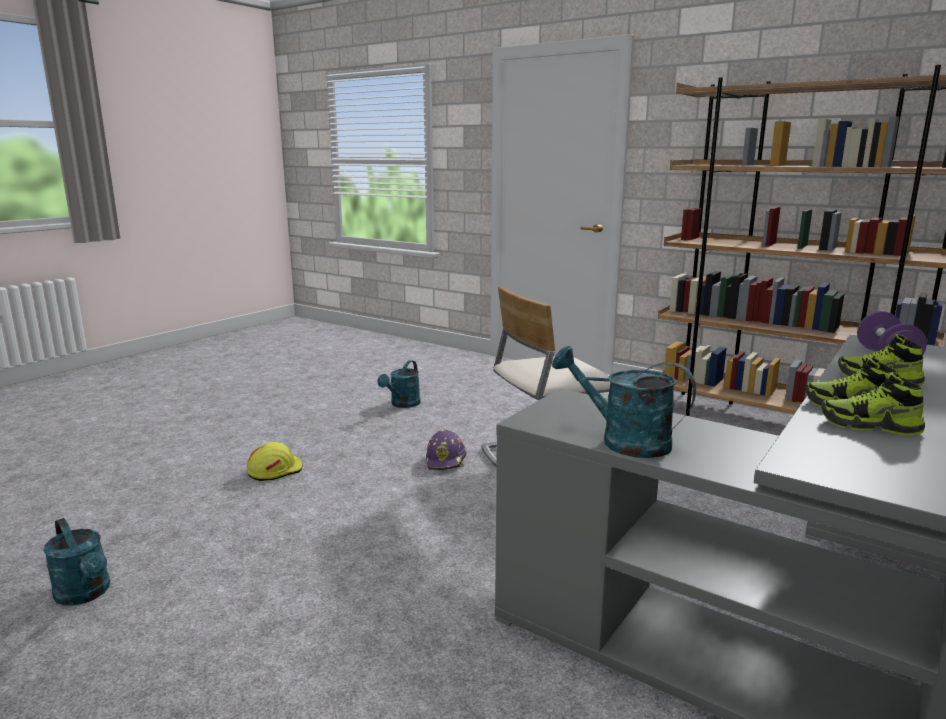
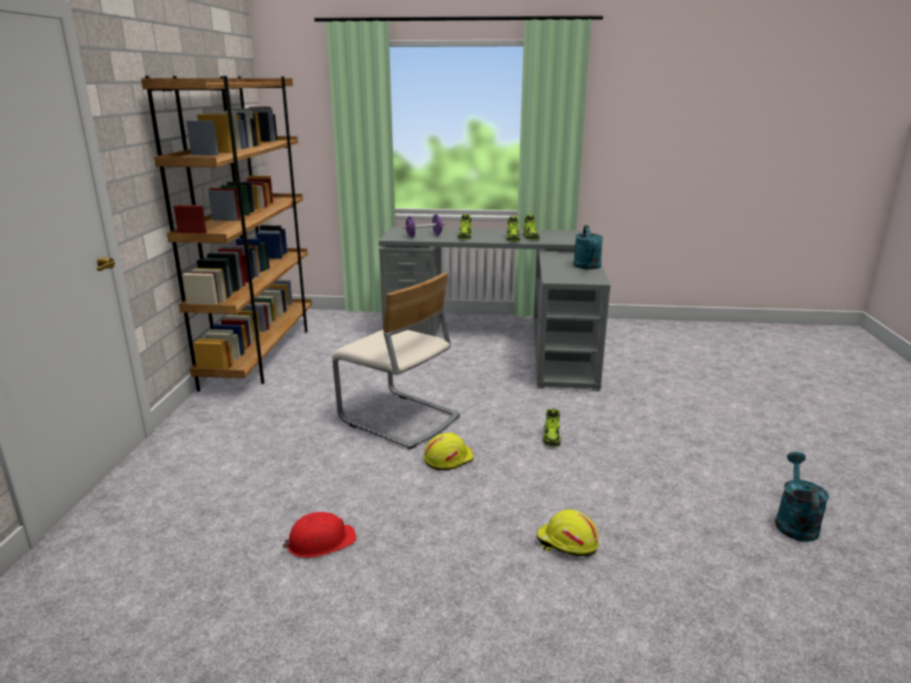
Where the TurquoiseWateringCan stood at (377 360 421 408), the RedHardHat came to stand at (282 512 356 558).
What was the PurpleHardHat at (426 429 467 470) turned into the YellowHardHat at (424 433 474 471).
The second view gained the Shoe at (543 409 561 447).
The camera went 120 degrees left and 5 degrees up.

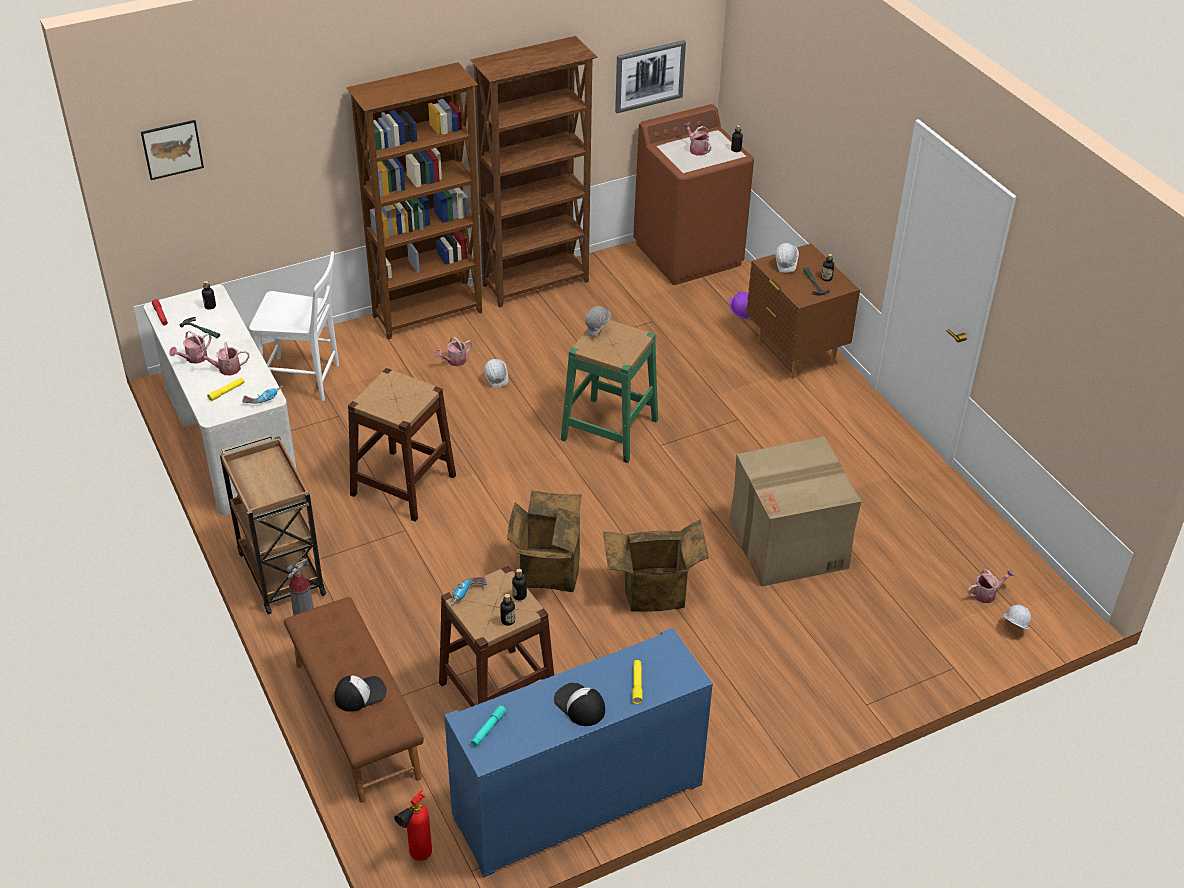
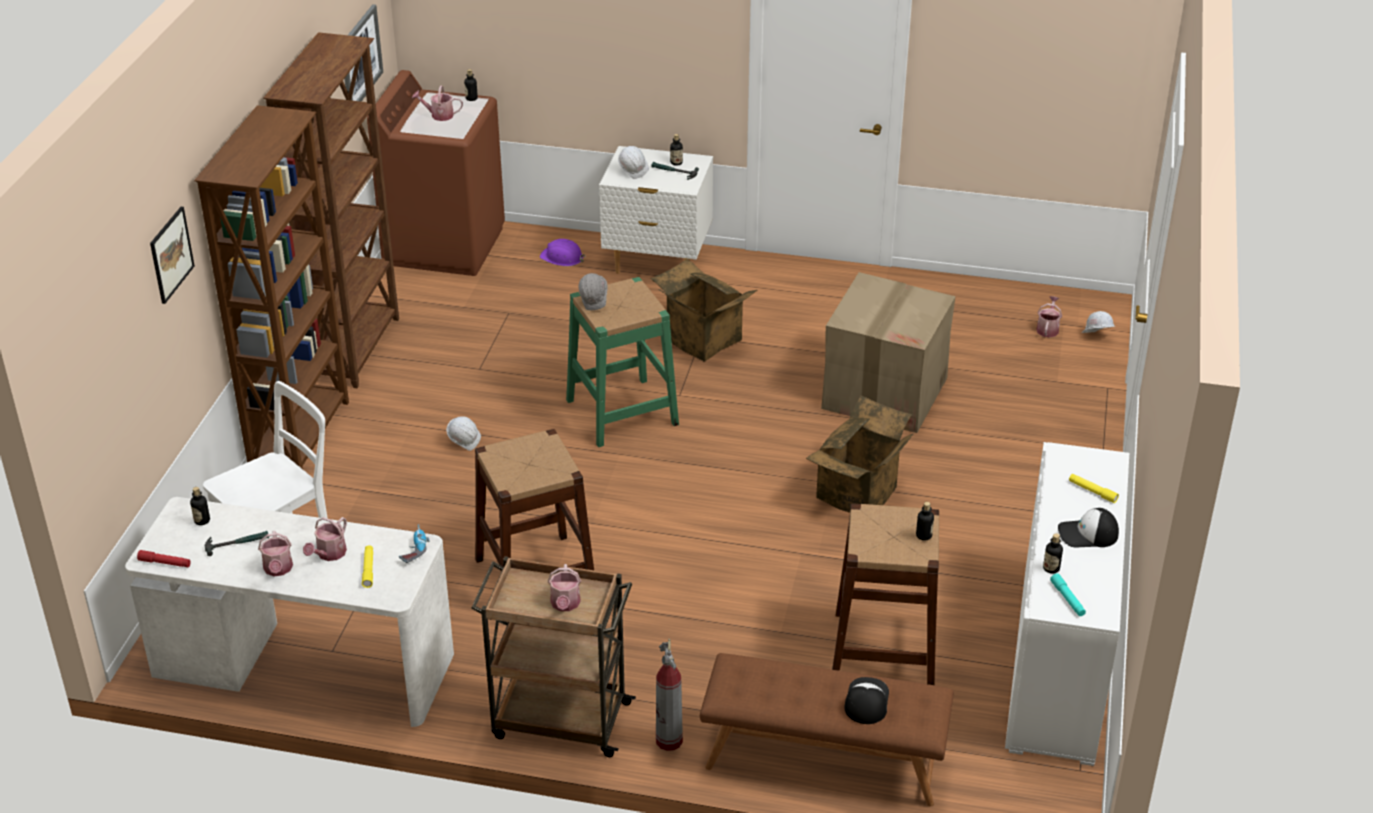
The Picture ended up elsewhere, having gone from (141 120 204 180) to (150 207 195 304).
The WateringCan ended up elsewhere, having gone from (434 337 472 366) to (548 564 581 611).
What was the BrownNightstand at (746 243 860 378) turned into the WhiteNightstand at (599 146 713 274).
The CardboardBox ended up elsewhere, having gone from (507 490 582 592) to (650 259 757 361).
What was the BlueCabinet at (444 628 713 877) turned into the WhiteCabinet at (1005 442 1129 766).
The Bottle ended up elsewhere, having gone from (512 569 527 601) to (1043 533 1063 574).
The second view lost the FireExtinguisher at (394 790 432 861).
The second view lost the PowerDrill at (451 576 487 606).
The camera went 50 degrees left and 5 degrees down.

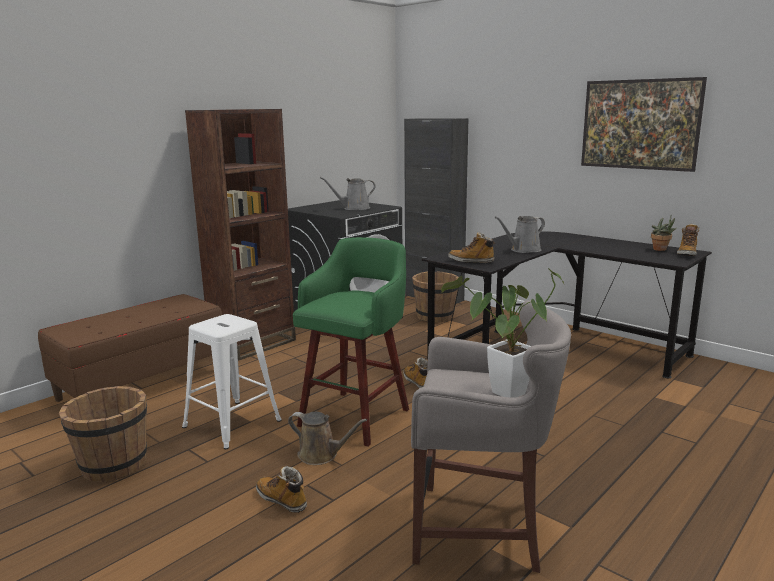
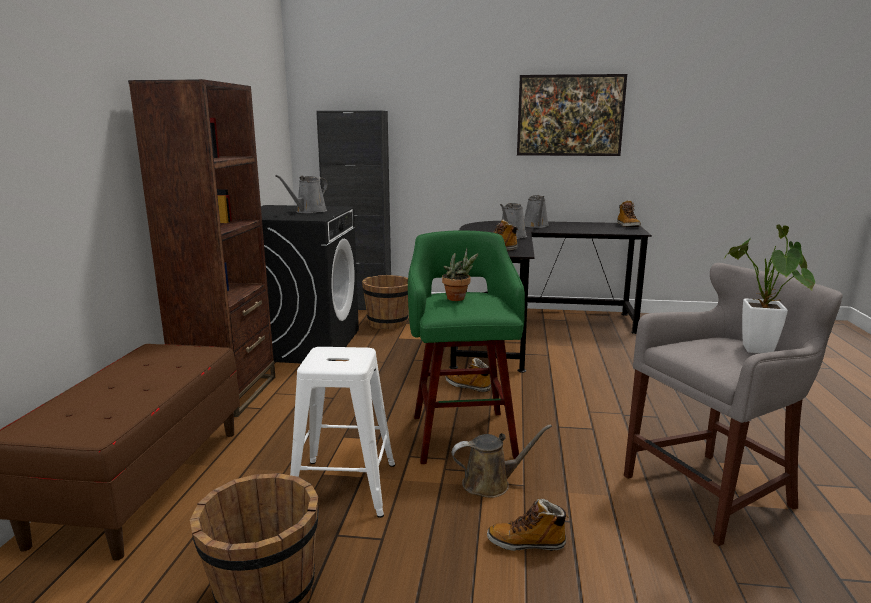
The PottedPlant ended up elsewhere, having gone from (651 216 676 251) to (442 248 479 301).
The second view gained the GreyWateringCan at (524 195 549 228).
The camera went 35 degrees left and 0 degrees up.

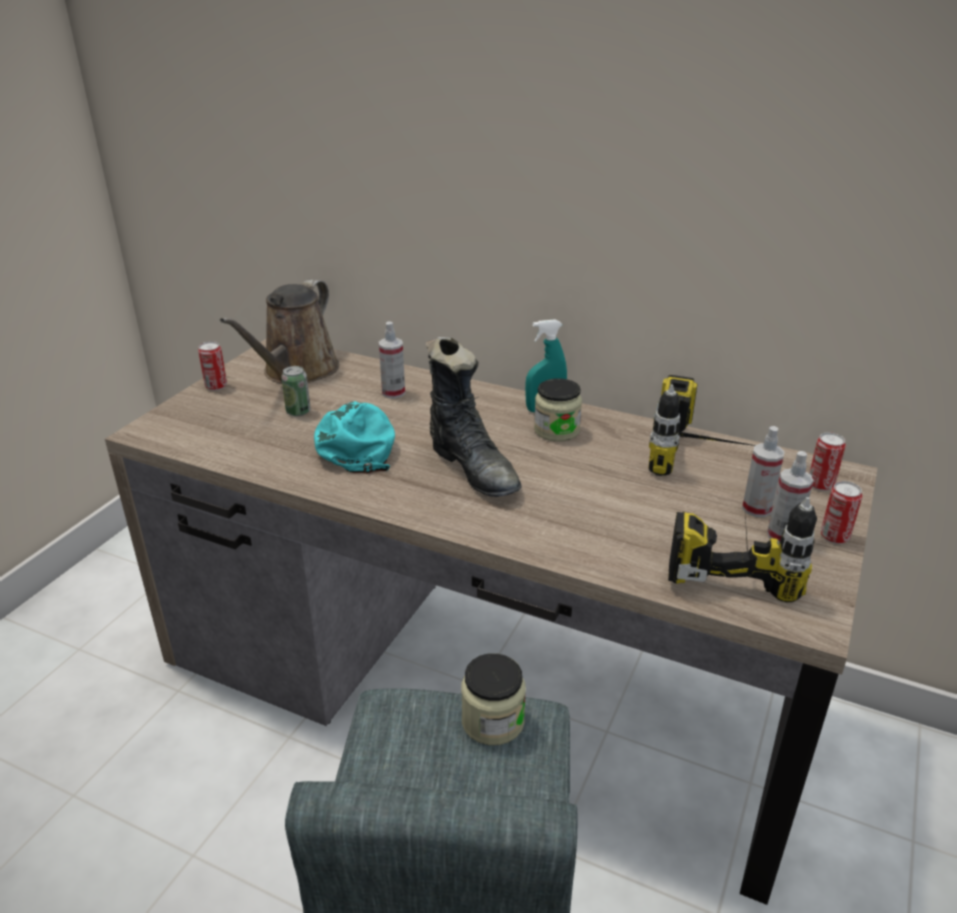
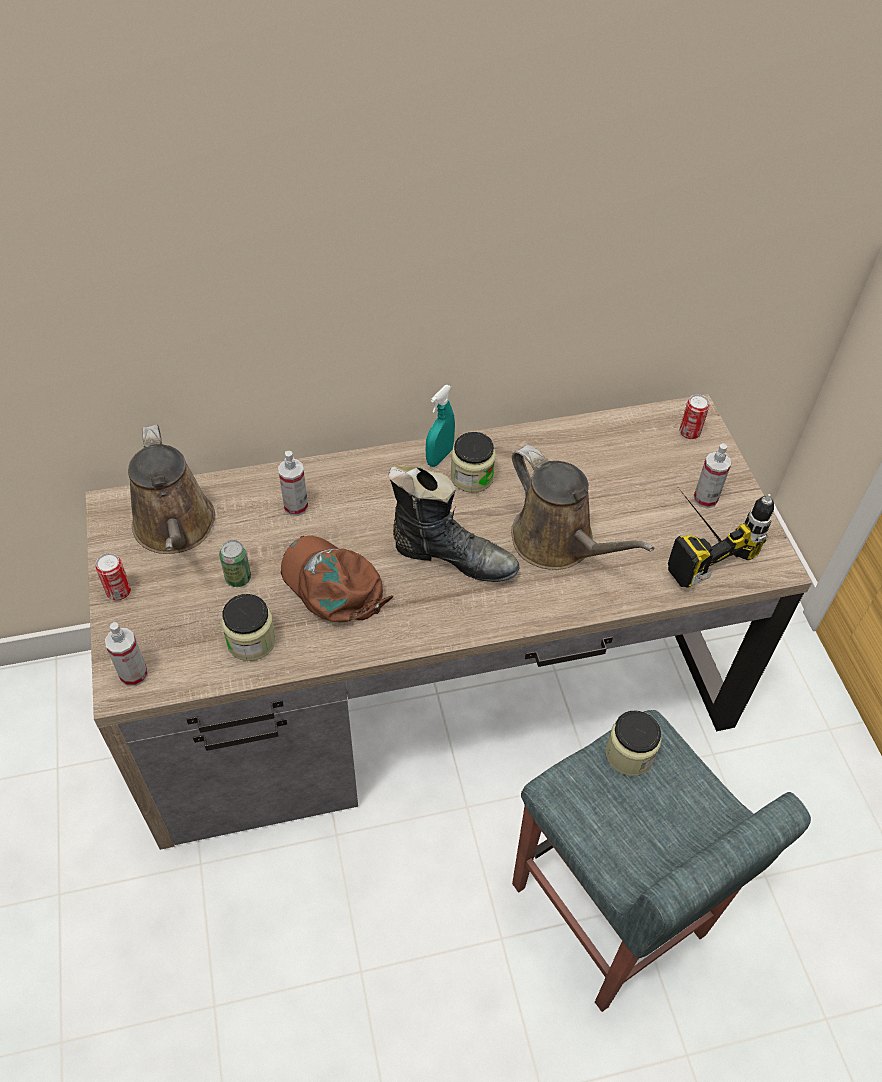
The SprayBottle ended up elsewhere, having gone from (742 426 785 517) to (105 622 148 686).
The second view gained the Jar at (221 594 276 661).
What was the TurquoiseCap at (314 401 395 474) turned into the BrownCap at (281 536 394 622).
The second view gained the BrownWateringCan at (511 445 654 570).
The second view lost the PowerDrill at (648 375 755 476).
The second view lost the Can at (820 481 863 544).
The camera went 40 degrees left and 20 degrees up.

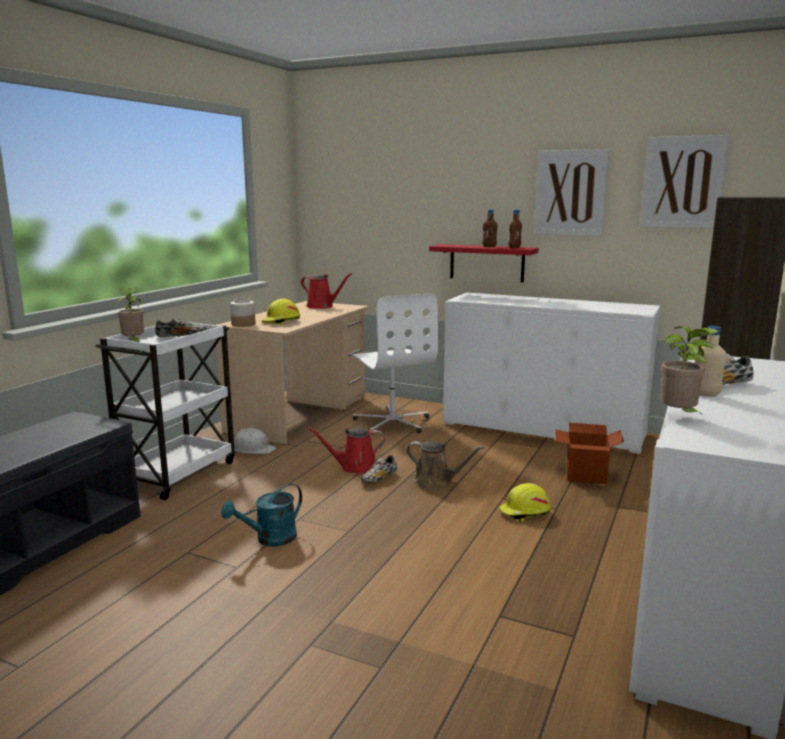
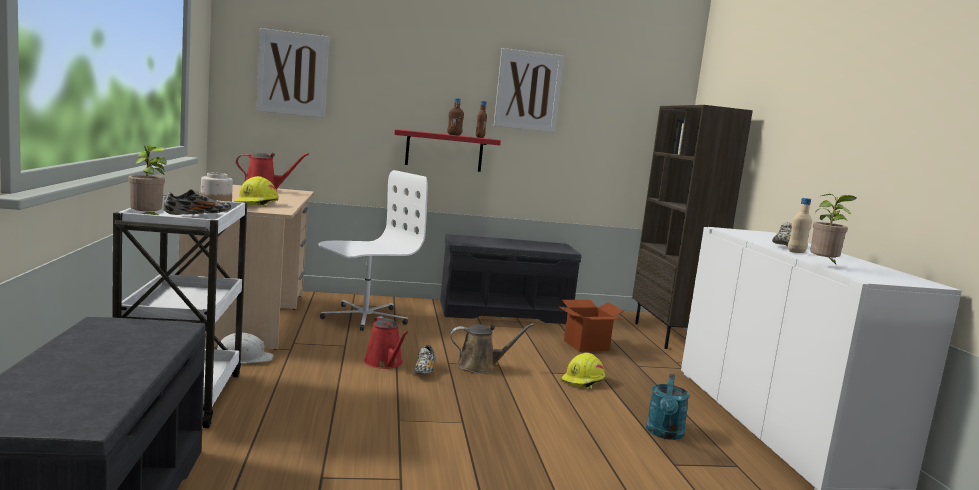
The Picture ended up elsewhere, having gone from (640 135 730 229) to (256 28 329 118).
The WhiteOfficeChair at (352 293 438 435) ended up facing another way, 75 degrees counterclockwise from before.
The RedWateringCan at (307 427 385 474) ended up facing another way, 75 degrees counterclockwise from before.
Where the WhiteCabinet stood at (443 293 660 454), the GreyBench came to stand at (440 234 582 324).
The TurquoiseWateringCan ended up elsewhere, having gone from (221 483 302 546) to (646 374 690 440).
The camera went 35 degrees left and 5 degrees down.

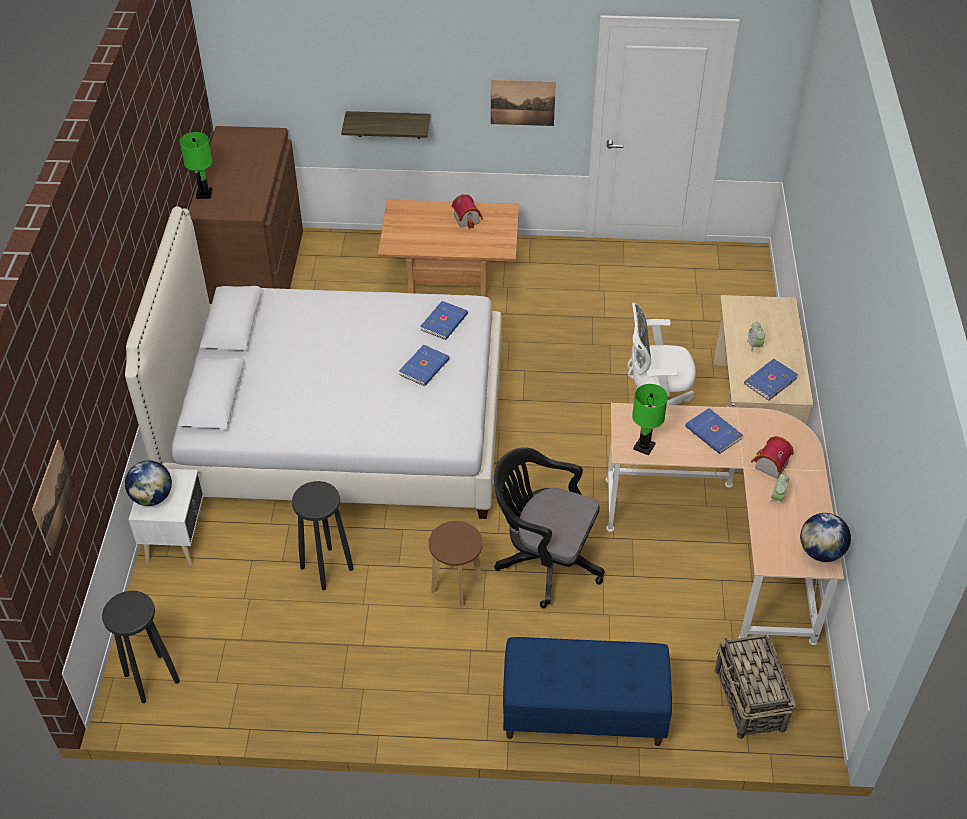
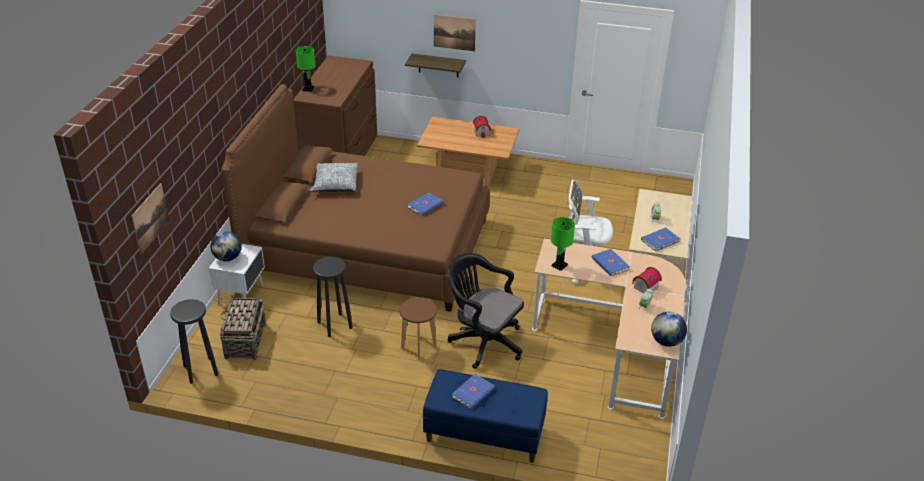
The Basket ended up elsewhere, having gone from (715 634 796 739) to (220 295 266 360).
What was the WhiteBed at (125 206 502 519) turned into the BrownBed at (221 84 490 312).
The second view gained the Pillow at (310 163 358 192).
The Picture ended up elsewhere, having gone from (491 80 556 126) to (434 14 476 52).
The BlueBook ended up elsewhere, having gone from (420 301 468 340) to (452 374 495 409).
The camera went 10 degrees right and 10 degrees down.

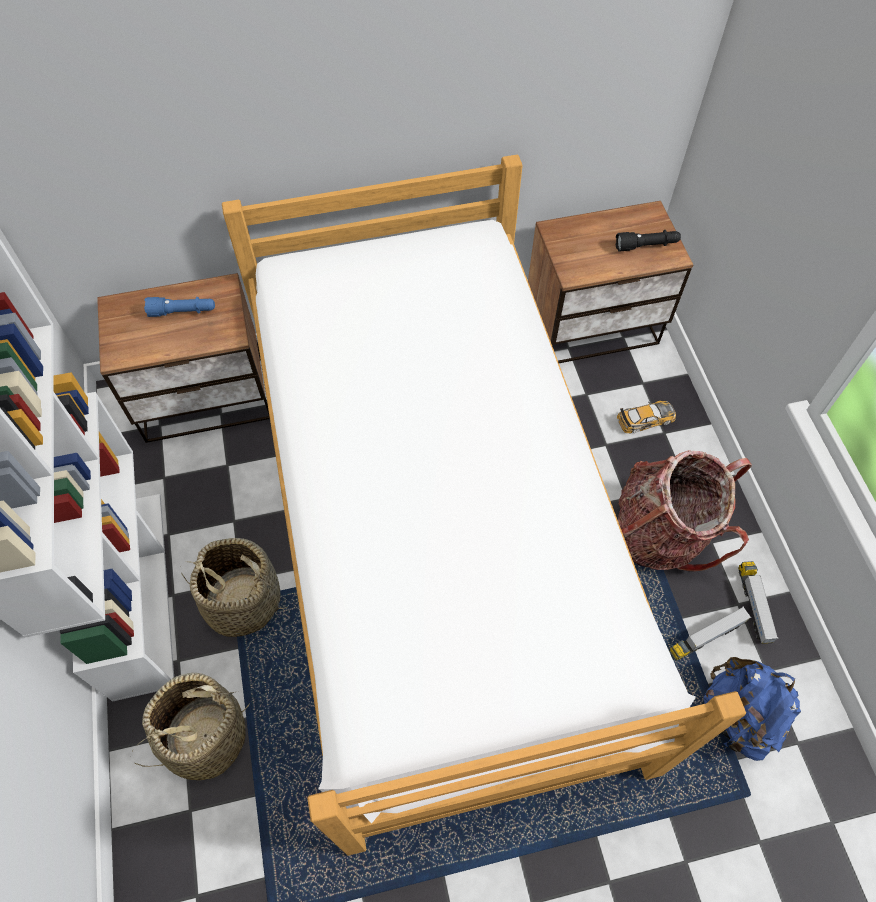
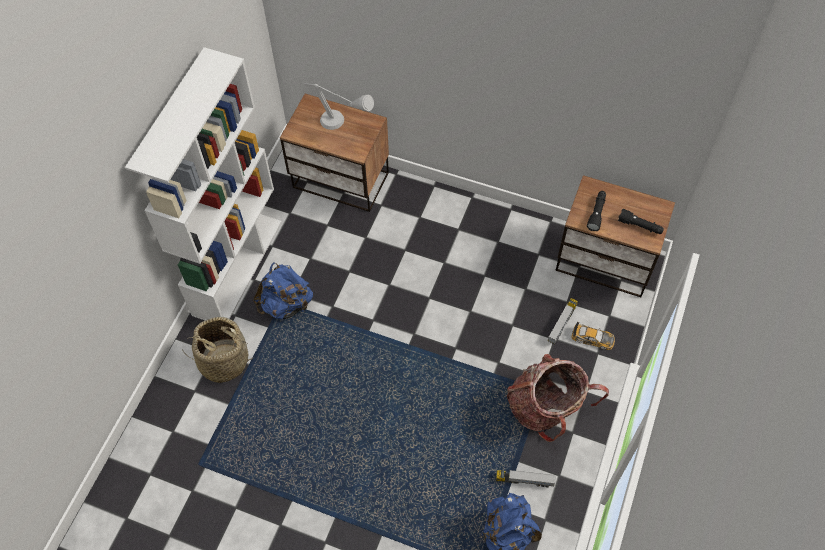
Where the Basket stood at (181 538 287 637), the BlueBackpack came to stand at (253 262 313 319).
Where the BlueFlashlight stood at (144 297 215 317), the GreyTableLamp came to stand at (304 83 374 130).
The ToyTruck ended up elsewhere, having gone from (738 561 779 644) to (548 298 578 344).
The second view gained the BlackFlashlight at (587 191 606 231).
The second view lost the Bed at (222 154 746 856).
The camera went 35 degrees right and 0 degrees up.

